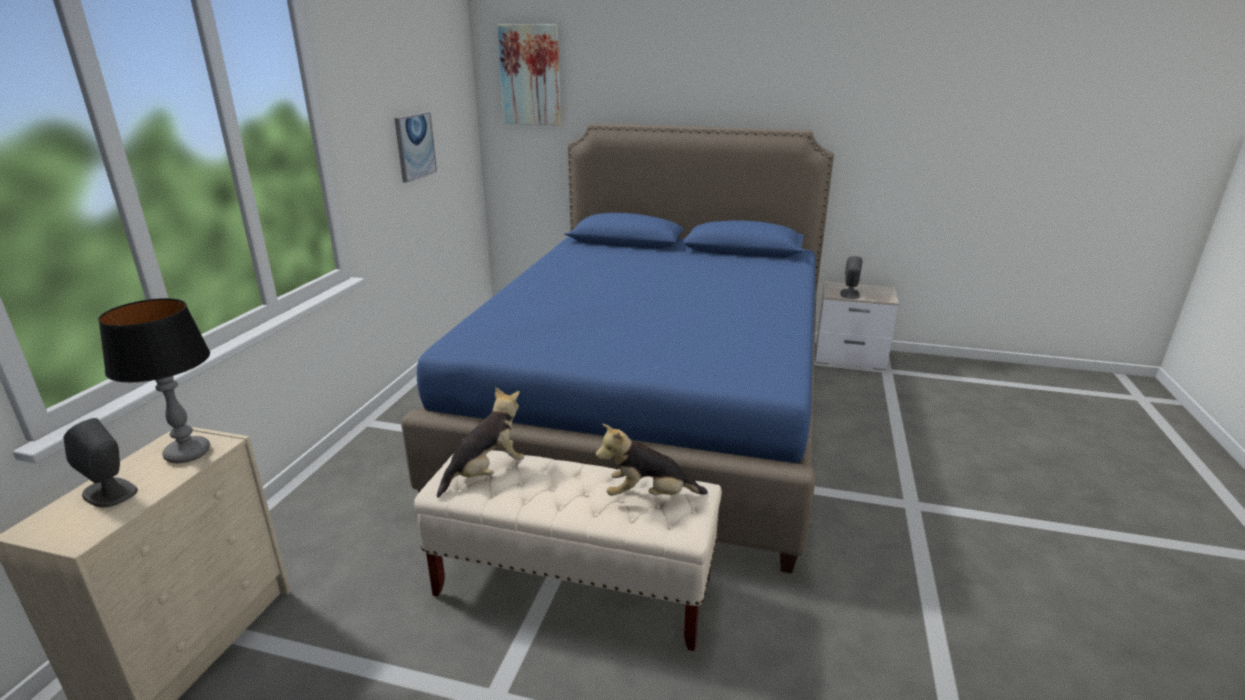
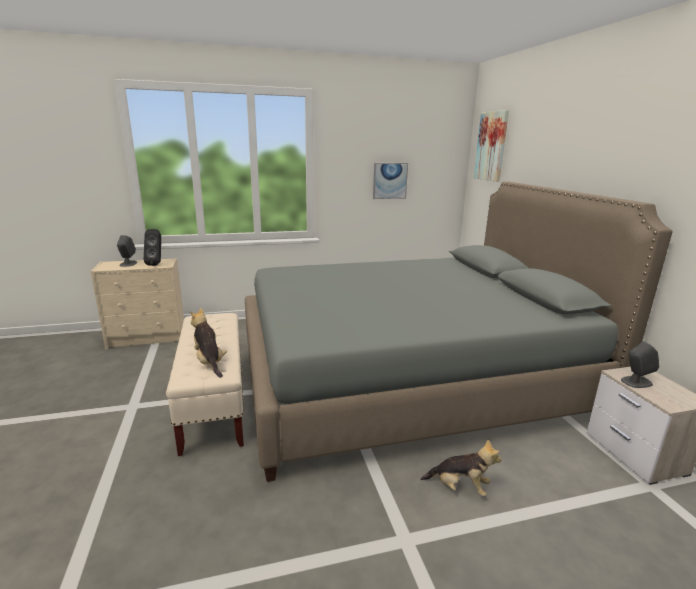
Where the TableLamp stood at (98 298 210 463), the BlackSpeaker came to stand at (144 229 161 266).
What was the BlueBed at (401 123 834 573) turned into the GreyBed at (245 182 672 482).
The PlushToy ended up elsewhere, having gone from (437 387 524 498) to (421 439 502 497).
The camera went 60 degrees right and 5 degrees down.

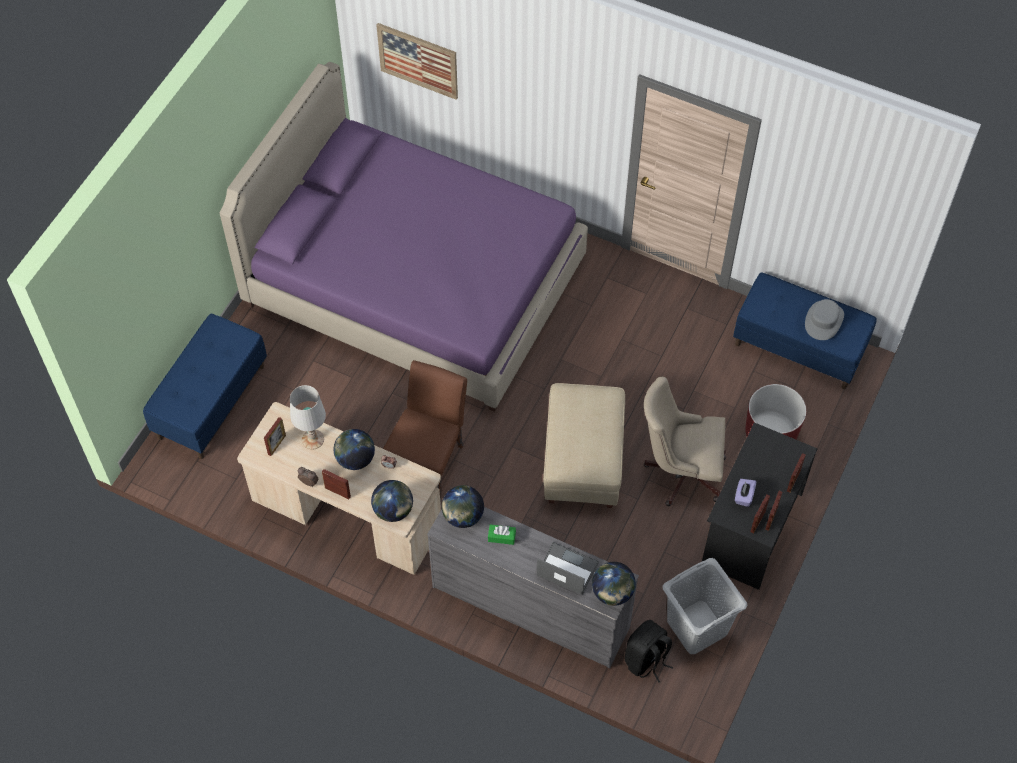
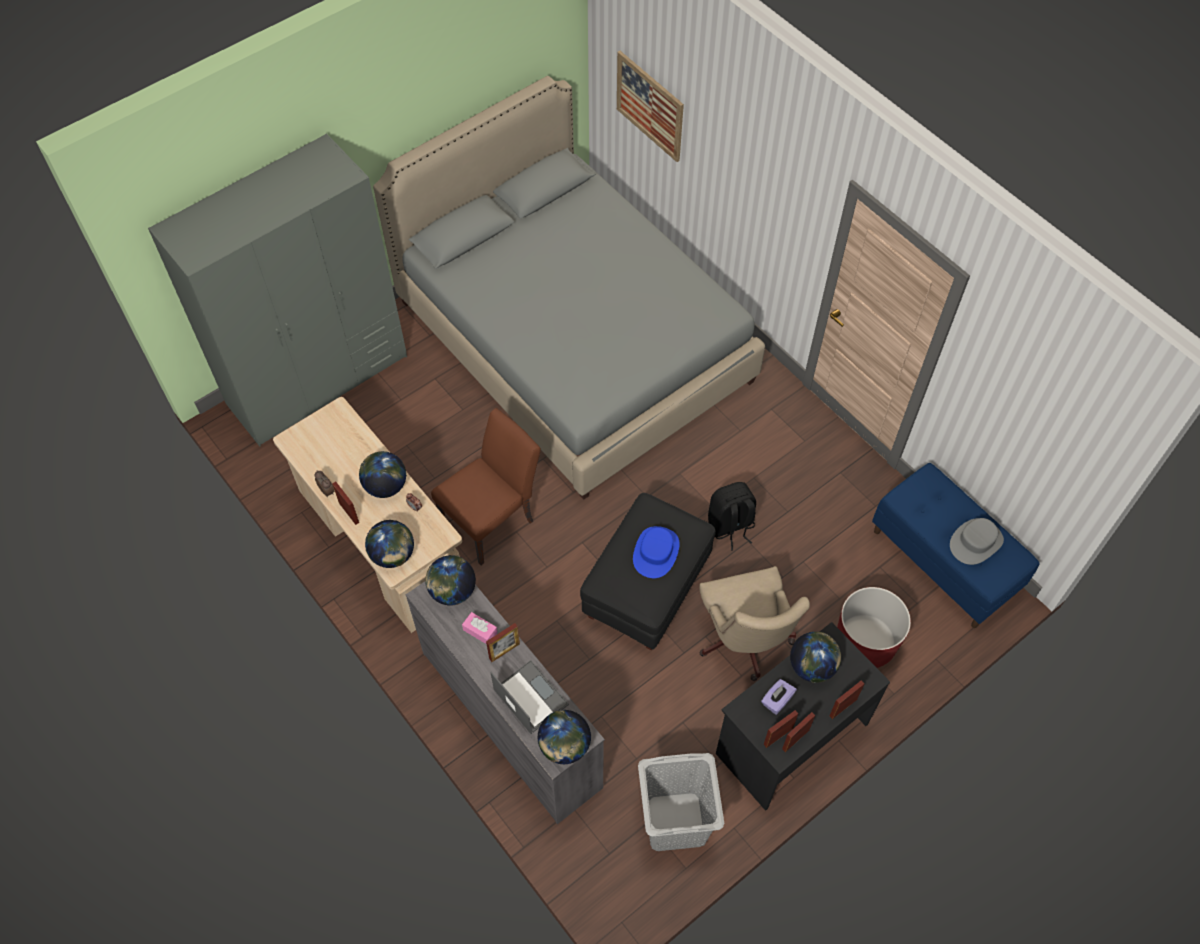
Where the BlueBench stood at (143 313 267 459), the GreyWardrobe came to stand at (148 133 407 447).
What was the PurpleBed at (220 62 588 412) turned into the GreyBed at (373 76 765 500).
What was the GreenTissueBox at (488 525 516 545) turned into the PinkTissueBox at (462 612 498 644).
The PictureFrame ended up elsewhere, having gone from (264 417 286 456) to (486 623 520 662).
What was the BeigeOttoman at (543 383 625 508) turned into the BlackOttoman at (580 493 716 650).
The second view gained the BlueHat at (633 526 680 578).
The BeigeOfficeChair at (644 377 726 506) ended up facing another way, 135 degrees counterclockwise from before.
The BlackBackpack ended up elsewhere, having gone from (624 620 673 682) to (708 482 756 551).
The second view gained the Globe at (790 632 841 683).
The second view lost the WhiteTableLamp at (290 385 326 449).
The camera went 25 degrees right and 0 degrees up.

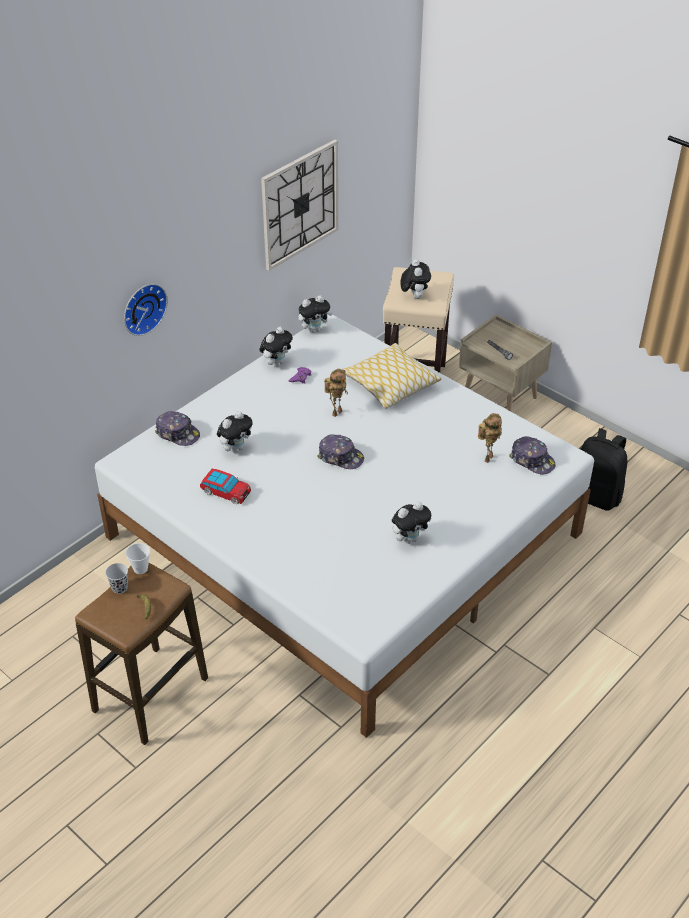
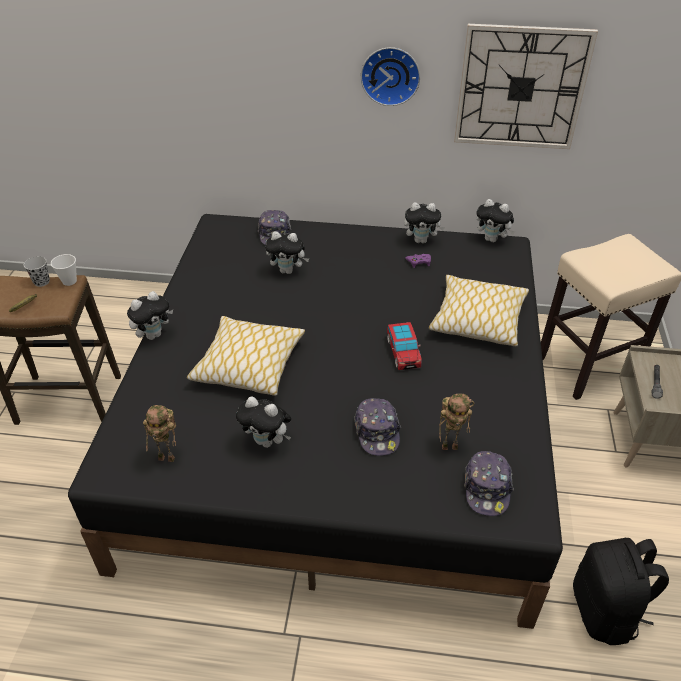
What was the WhiteBed at (95 314 594 738) turned into the BlackBed at (68 214 563 629).
The PlushToy ended up elsewhere, having gone from (401 259 431 299) to (127 291 173 340).
The ToyRobot ended up elsewhere, having gone from (324 369 348 417) to (143 405 176 462).
The second view gained the Pillow at (187 316 305 396).
The Cap ended up elsewhere, having gone from (317 434 364 469) to (354 398 401 456).
The WallClock ended up elsewhere, having gone from (124 284 168 336) to (361 47 420 106).
The ToyCar ended up elsewhere, having gone from (200 469 251 504) to (387 322 422 370).
The camera went 55 degrees right and 0 degrees up.

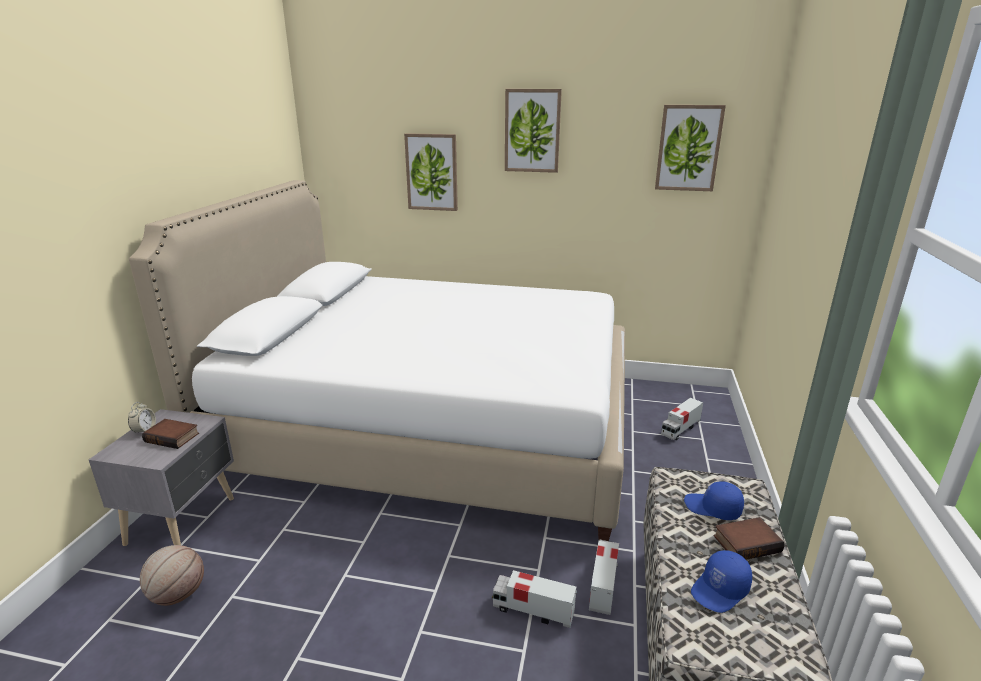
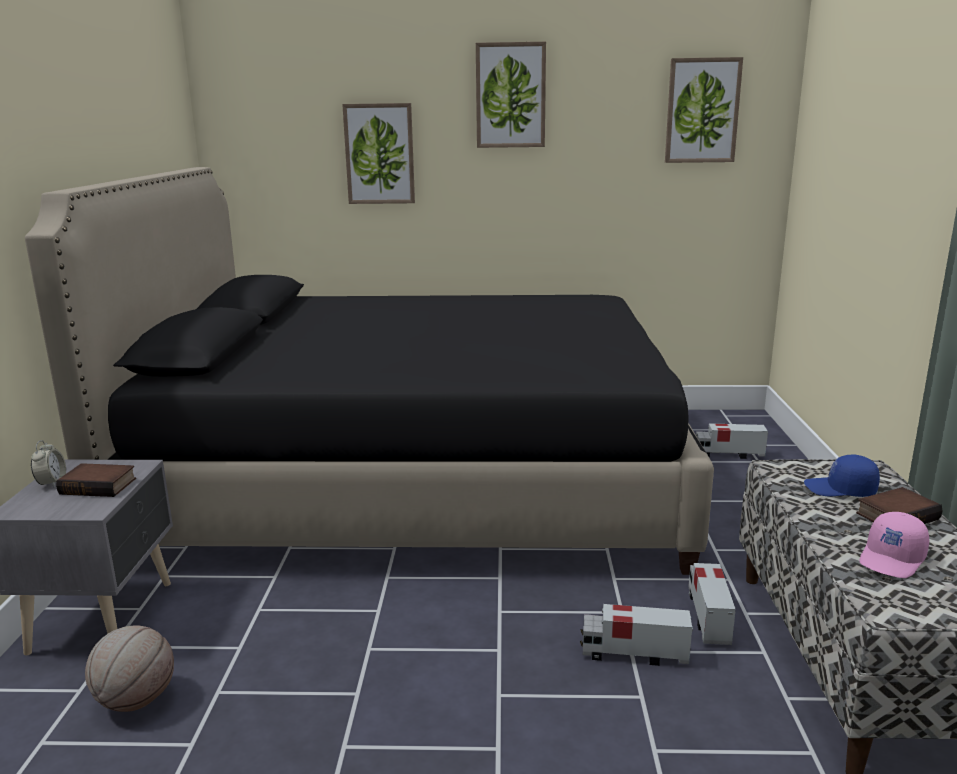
What was the WhiteBed at (129 180 625 541) turned into the BlackBed at (25 167 714 575).
The ToyTruck at (661 398 703 440) ended up facing another way, 60 degrees clockwise from before.
What was the BlueCap at (691 550 752 613) turned into the PinkCap at (859 512 929 578).
The camera went 10 degrees left and 5 degrees down.

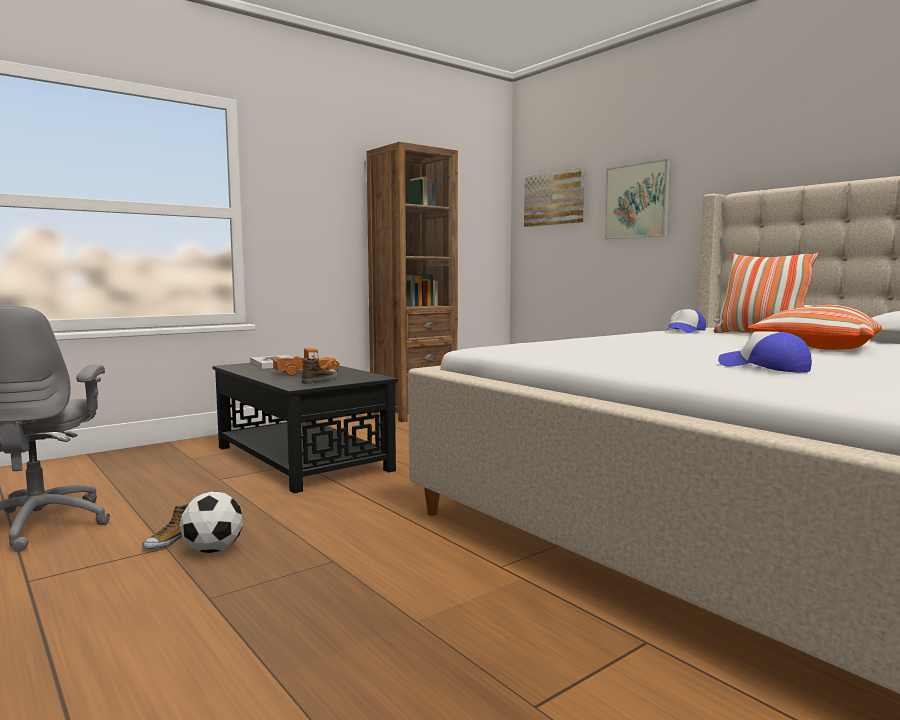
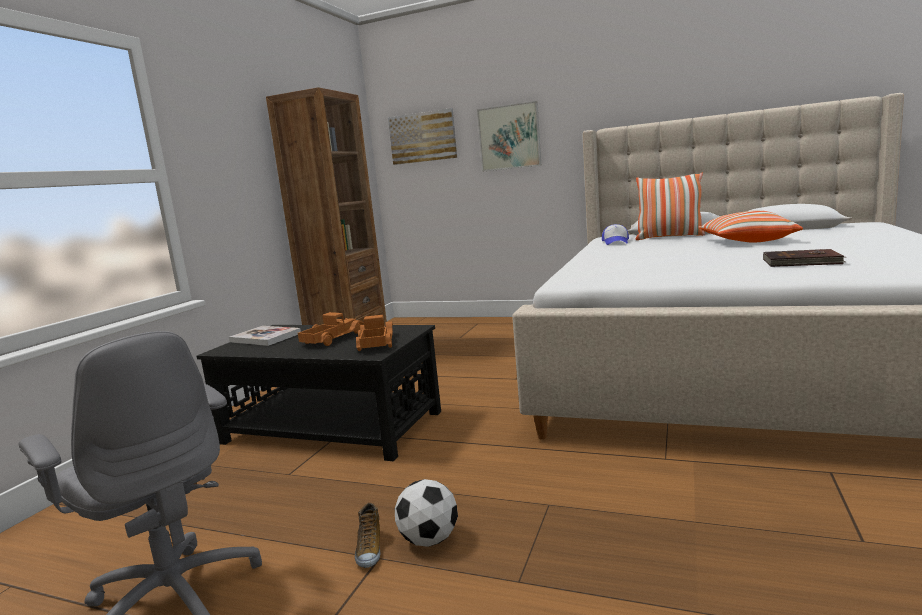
Where the Shoe stood at (301 358 337 384), the ToyTruck came to stand at (356 315 393 351).
Where the Cap stood at (718 331 812 373), the BrownBook came to stand at (763 249 845 267).
The camera went 30 degrees left and 5 degrees up.

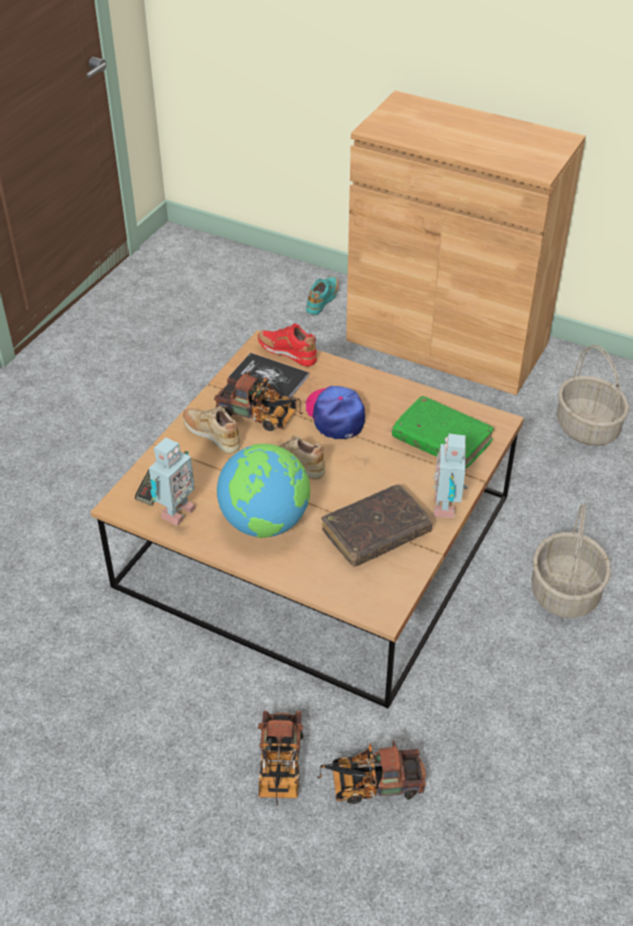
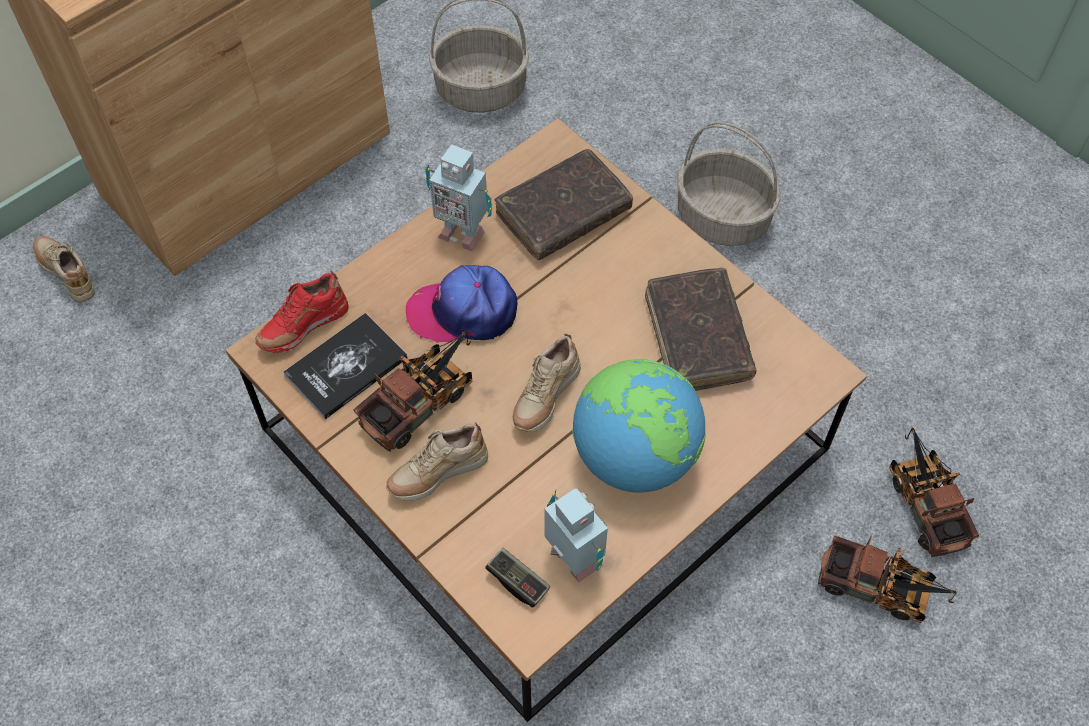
What was the TurquoiseShoe at (306 276 339 315) turned into the BeigeShoe at (33 236 95 303).
The ToyRobot ended up elsewhere, having gone from (433 434 468 518) to (425 144 492 252).
What was the GreenBook at (392 396 494 469) turned into the BrownBook at (494 149 633 260).
The ToyTruck at (317 739 426 804) ended up facing another way, 150 degrees clockwise from before.
The camera went 70 degrees left and 15 degrees up.

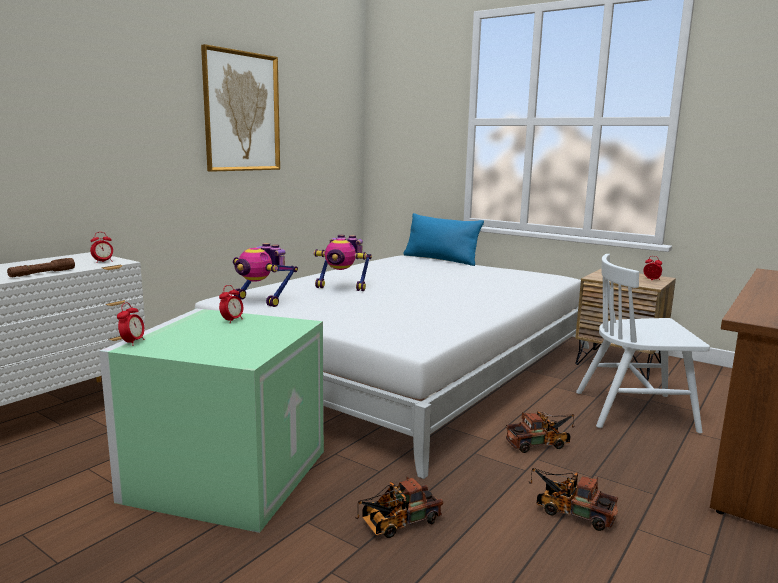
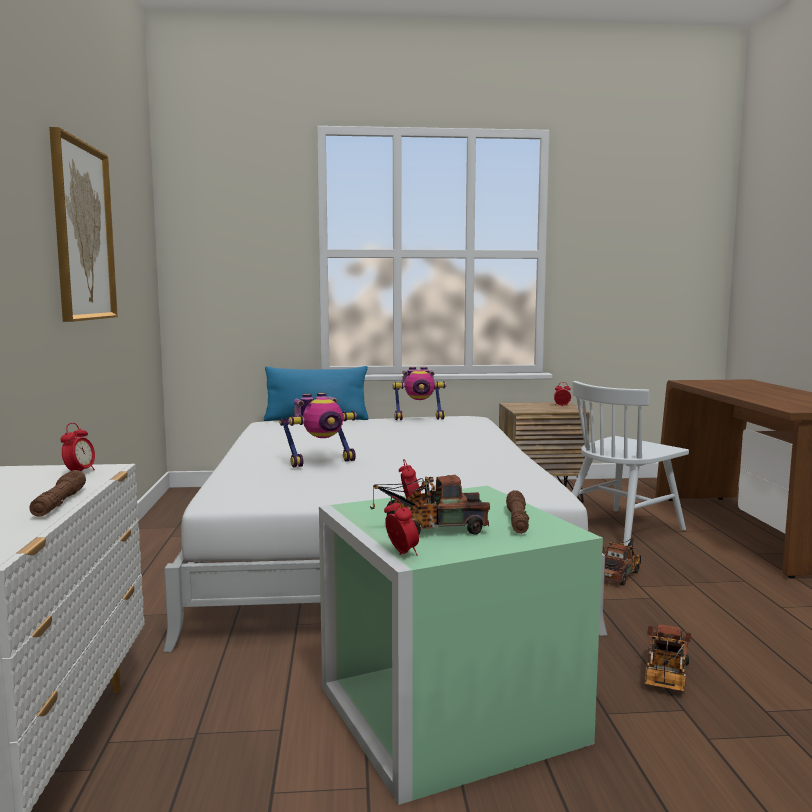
The ToyTruck ended up elsewhere, having gone from (529 468 618 531) to (370 475 490 535).
The ToyRobot ended up elsewhere, having gone from (233 243 298 307) to (393 367 447 420).
The second view gained the BrownFlashlight at (506 490 529 534).
The camera went 40 degrees left and 5 degrees down.

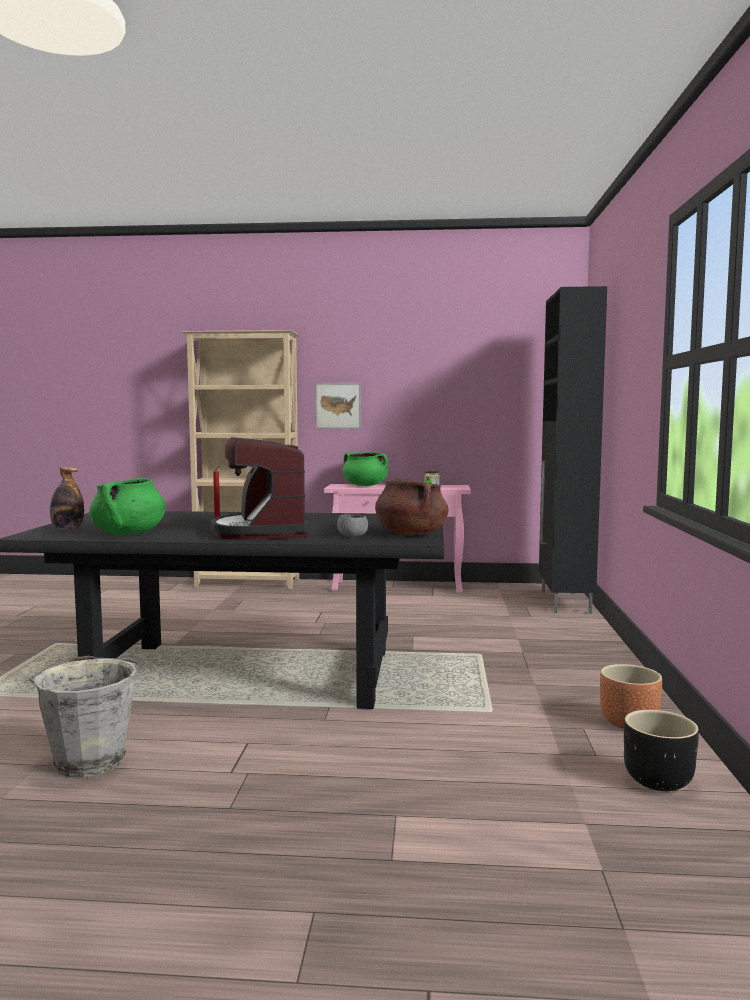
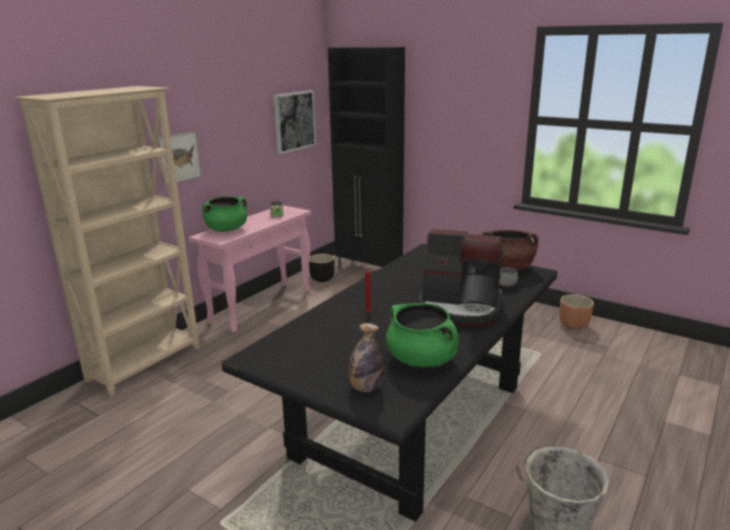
The second view gained the Picture at (273 90 316 154).
The BlackPlanter ended up elsewhere, having gone from (624 710 699 791) to (309 254 335 282).
The camera went 60 degrees left and 15 degrees up.

